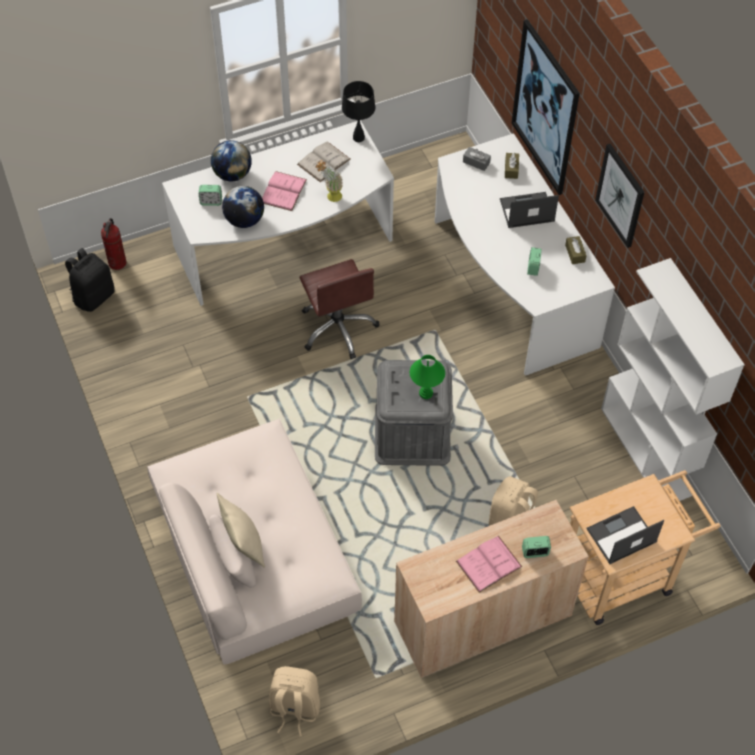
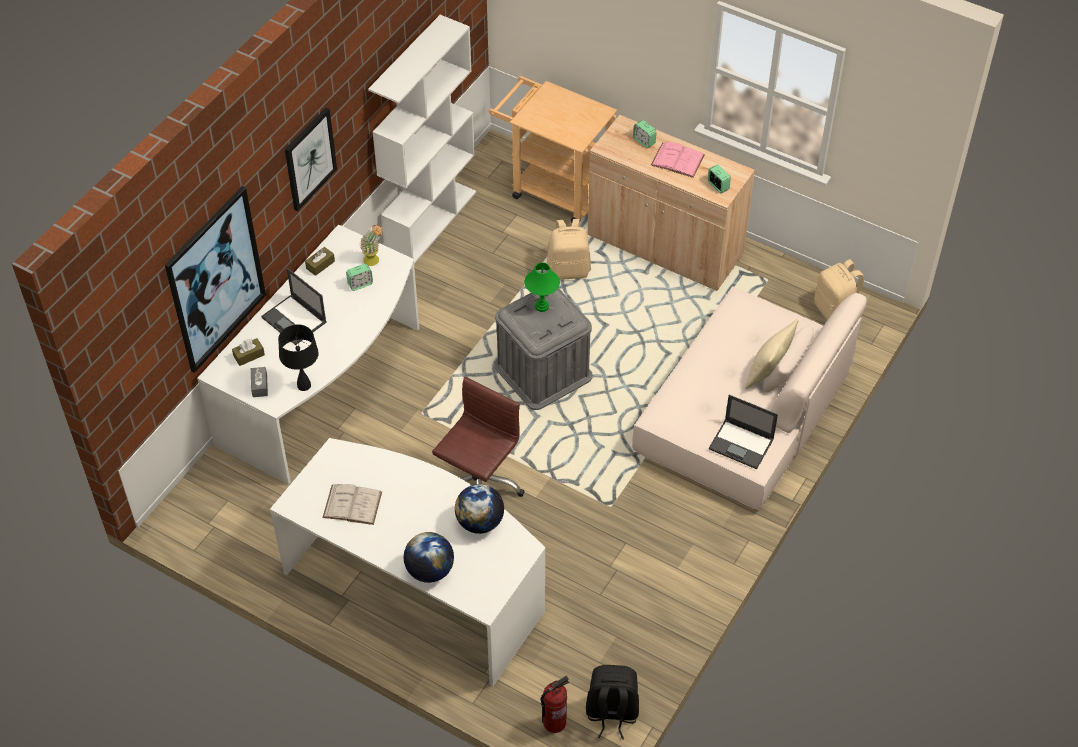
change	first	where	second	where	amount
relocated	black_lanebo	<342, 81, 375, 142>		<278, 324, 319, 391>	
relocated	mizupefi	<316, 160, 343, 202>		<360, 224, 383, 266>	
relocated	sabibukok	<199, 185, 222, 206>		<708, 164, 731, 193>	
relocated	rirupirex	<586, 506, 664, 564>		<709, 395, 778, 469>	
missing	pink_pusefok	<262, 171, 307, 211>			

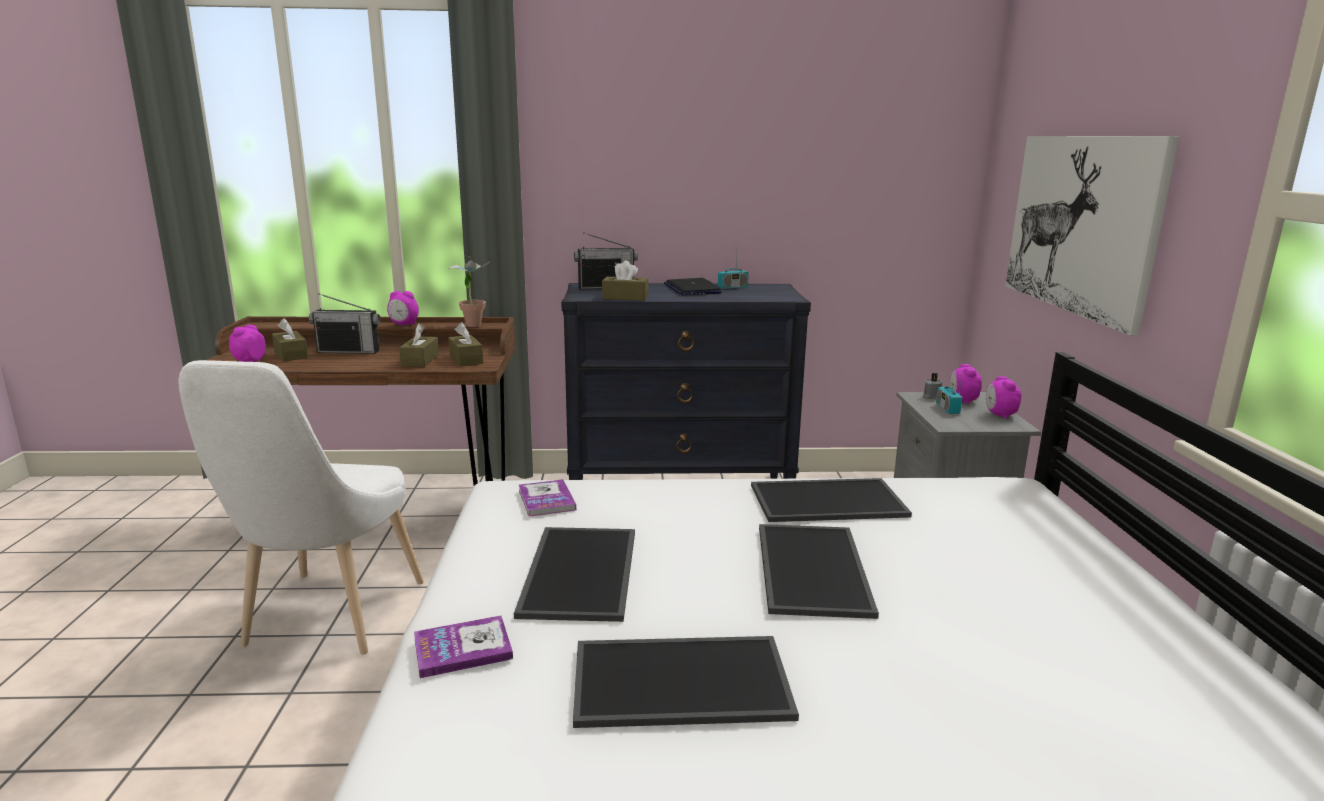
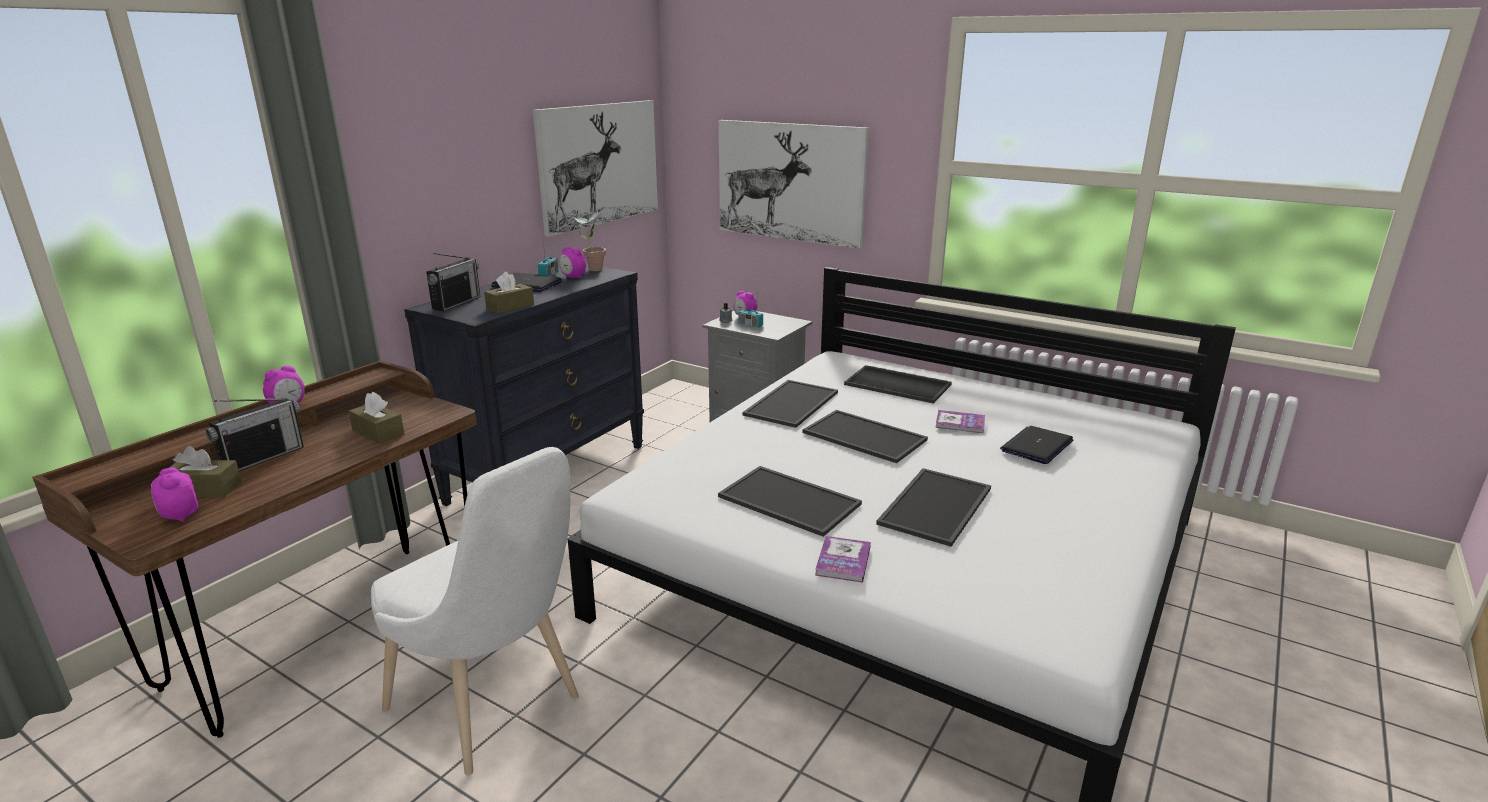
change	first	where	second	where	amount
appeared			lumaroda	<533, 100, 658, 237>	
relocated	sabibukok	<986, 376, 1021, 419>		<559, 247, 586, 278>	
relocated	mizupefi	<448, 256, 491, 327>		<568, 211, 606, 271>	
appeared			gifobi	<844, 365, 952, 404>	
relocated	pusefok	<519, 479, 576, 517>		<935, 410, 985, 433>	
appeared			rirupirex	<1000, 426, 1073, 464>	
missing	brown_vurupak	<448, 322, 483, 366>			

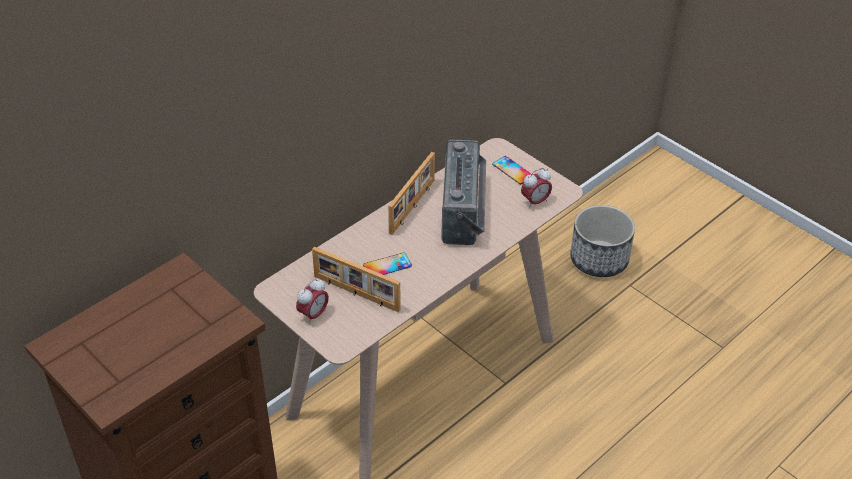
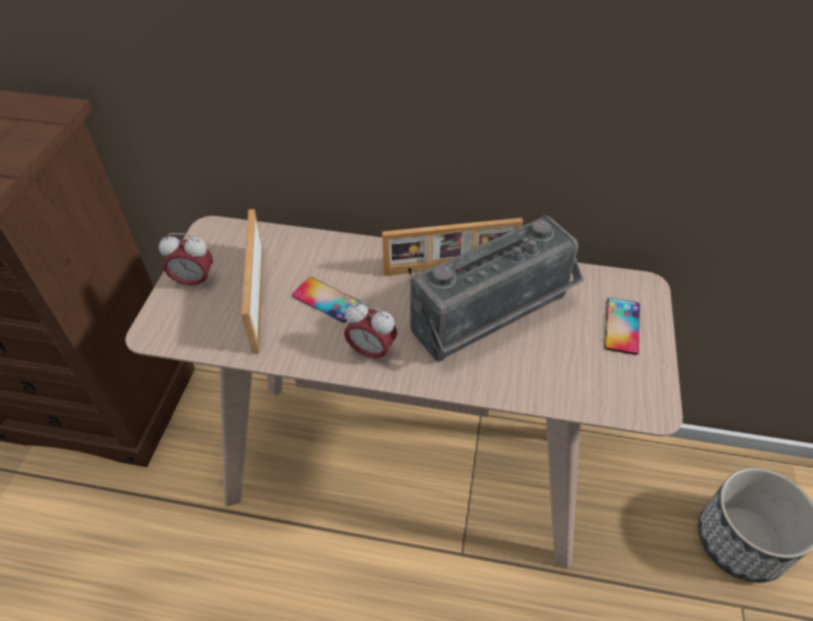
change	first	where	second	where	amount
relocated	sabibukok	<521, 168, 552, 209>		<344, 302, 397, 364>	

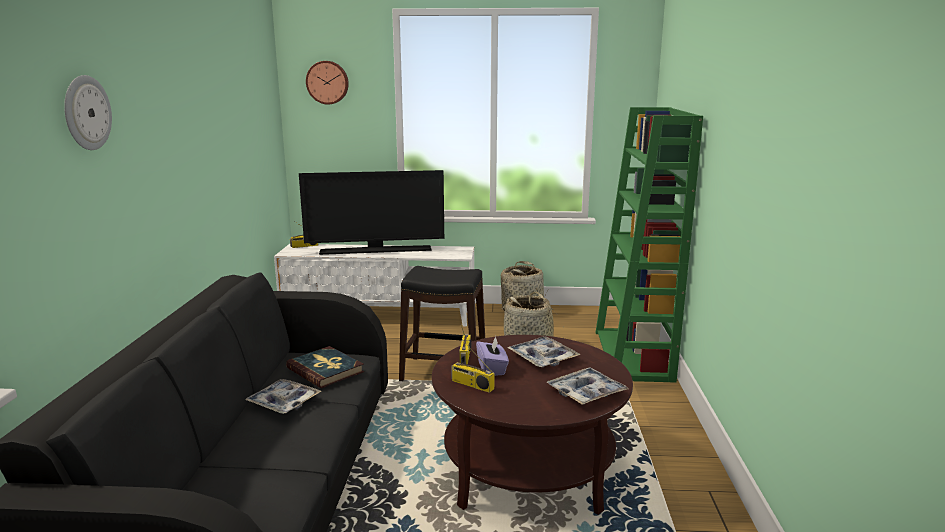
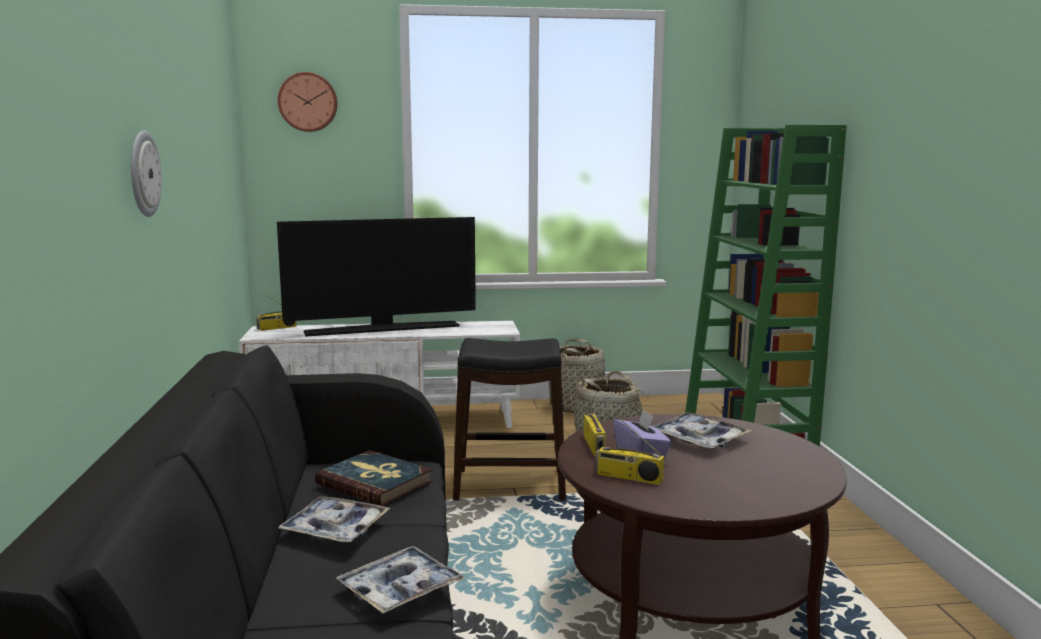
change	first	where	second	where	amount
relocated	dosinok	<64, 75, 112, 150>		<131, 131, 162, 217>	
relocated	gifobi	<546, 368, 629, 405>		<336, 546, 465, 613>	

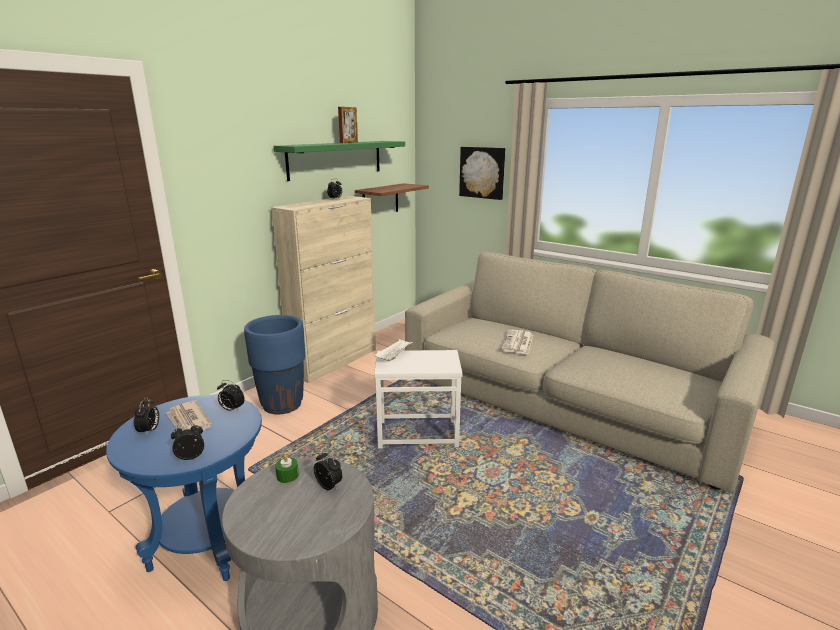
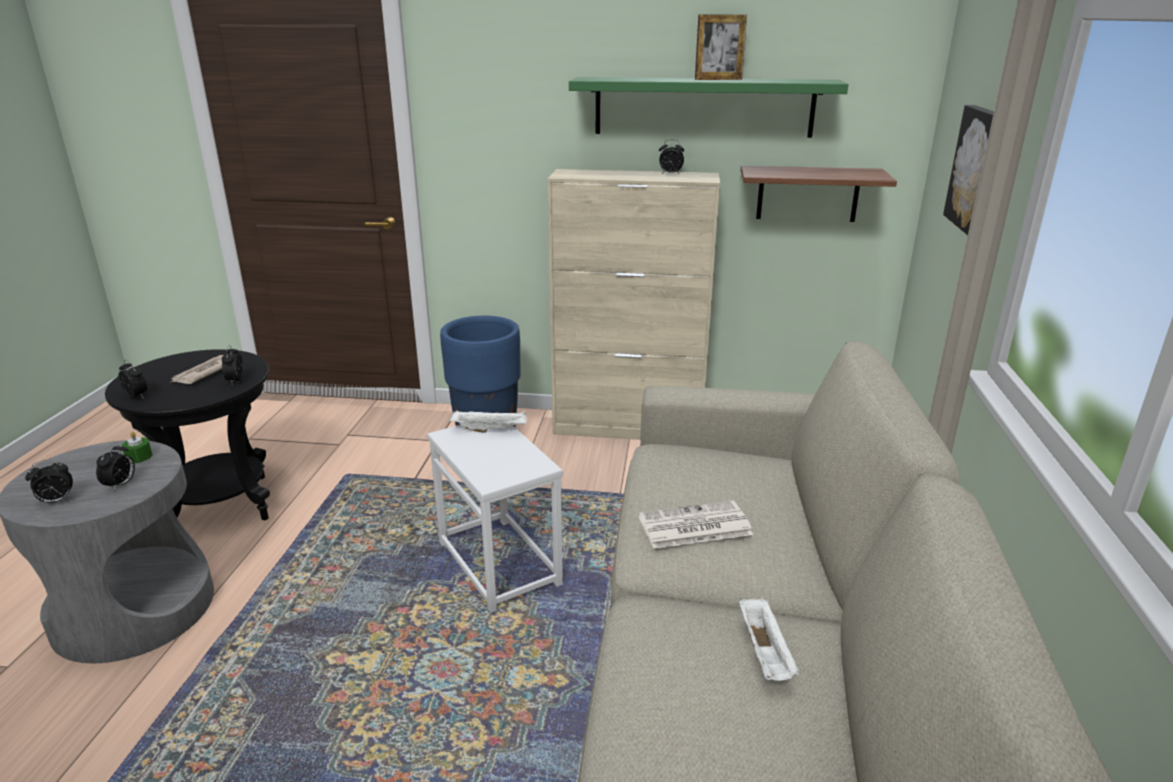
change	first	where	second	where	amount
relocated	sabibukok	<134, 397, 159, 436>		<25, 459, 73, 505>	
colour	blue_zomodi	<106, 395, 262, 581>	black_zomodi	<105, 349, 270, 520>	
appeared			white_gifobi	<739, 598, 799, 681>	

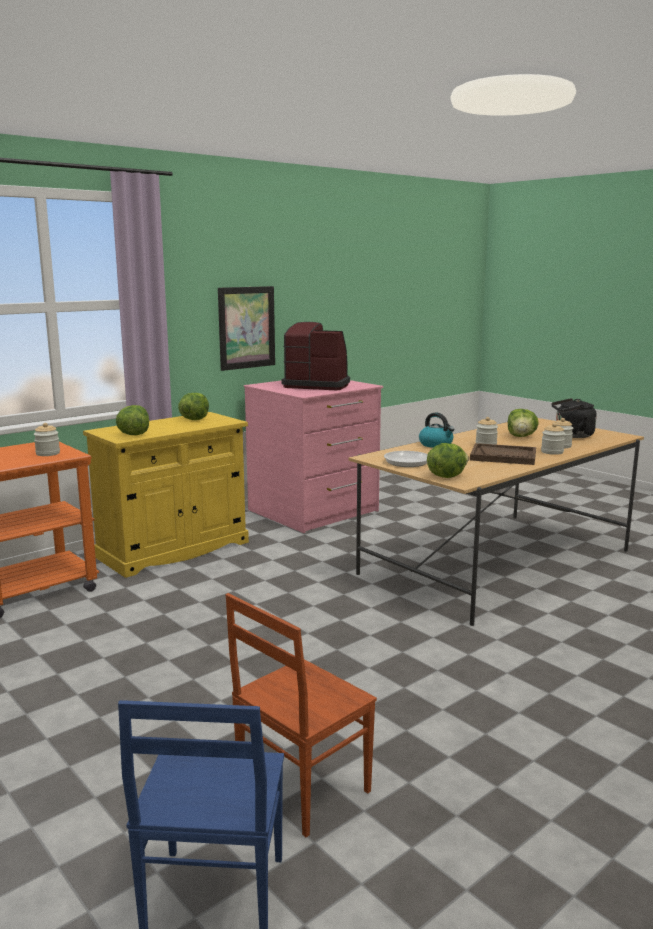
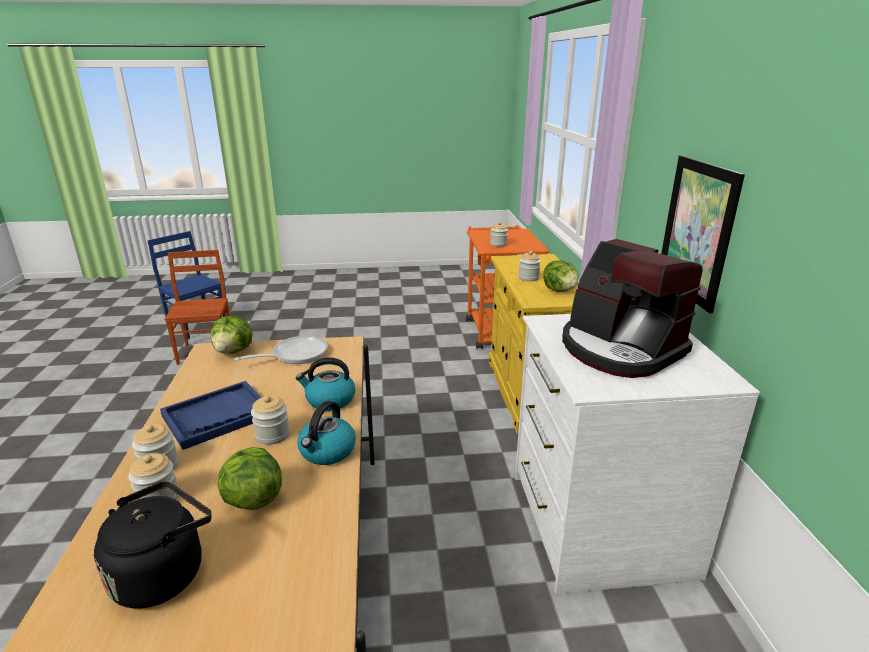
change	first	where	second	where	amount
colour	brown_gifobi	<470, 443, 536, 465>	blue_gifobi	<160, 381, 262, 450>	
appeared			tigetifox	<297, 401, 356, 465>	
colour	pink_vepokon	<244, 380, 383, 533>	white_vepokon	<515, 314, 760, 594>	
appeared			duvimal	<518, 251, 541, 282>	
spun	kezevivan	<282, 322, 350, 390>		<562, 239, 703, 378>	90 degrees clockwise
missing	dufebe	<116, 405, 149, 435>			

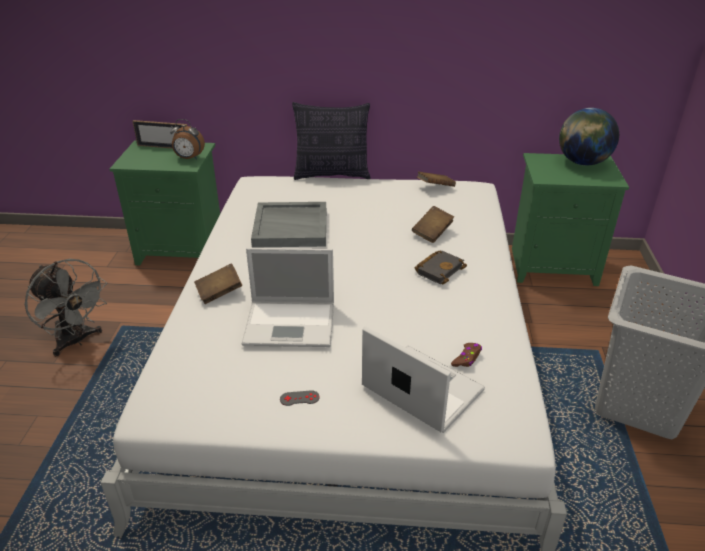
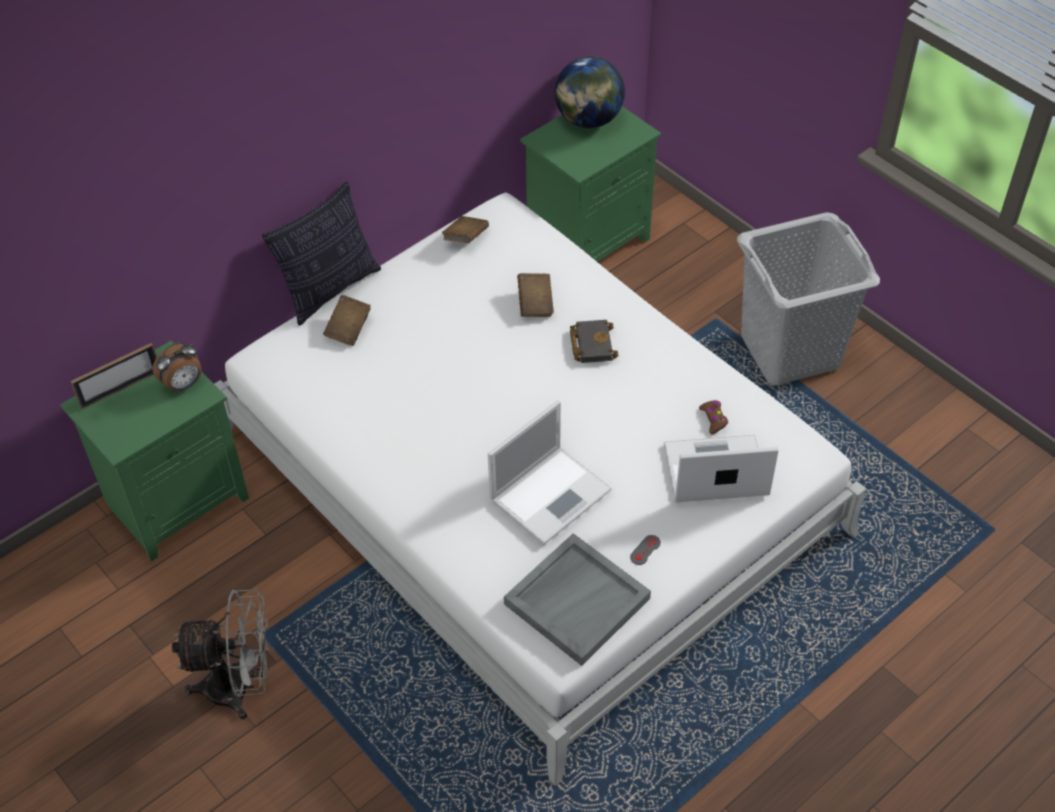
change	first	where	second	where	amount
relocated	brown_pusefok	<194, 263, 242, 304>		<323, 295, 371, 346>	
relocated	grey_gifobi	<251, 202, 326, 248>		<504, 533, 651, 666>	

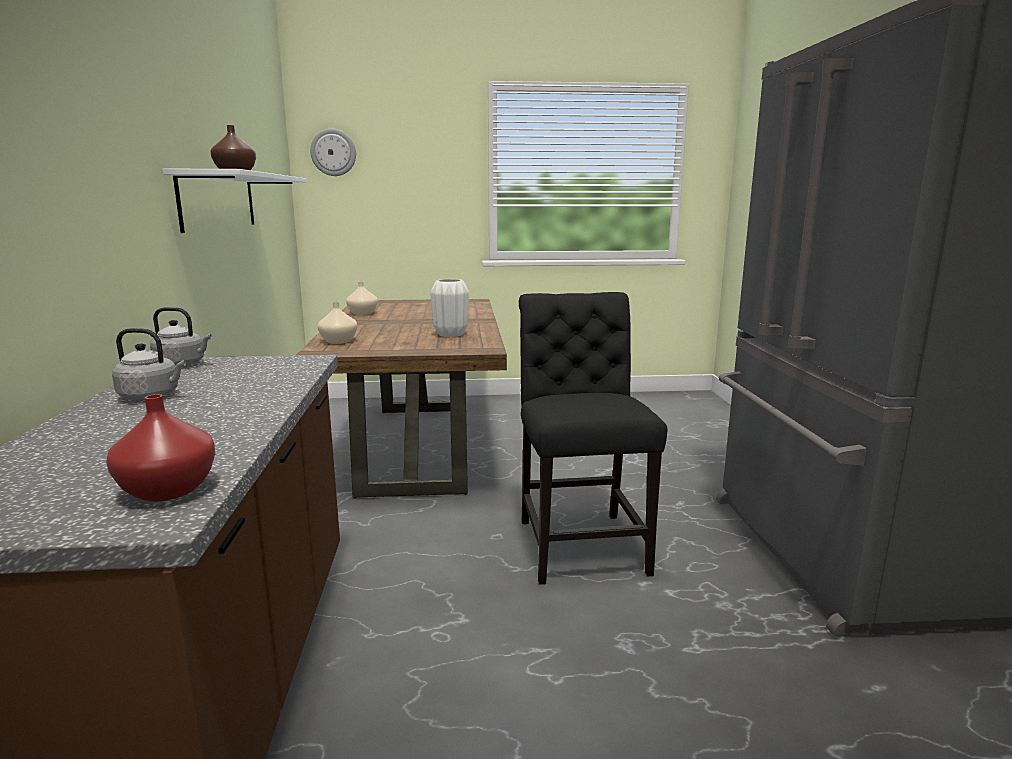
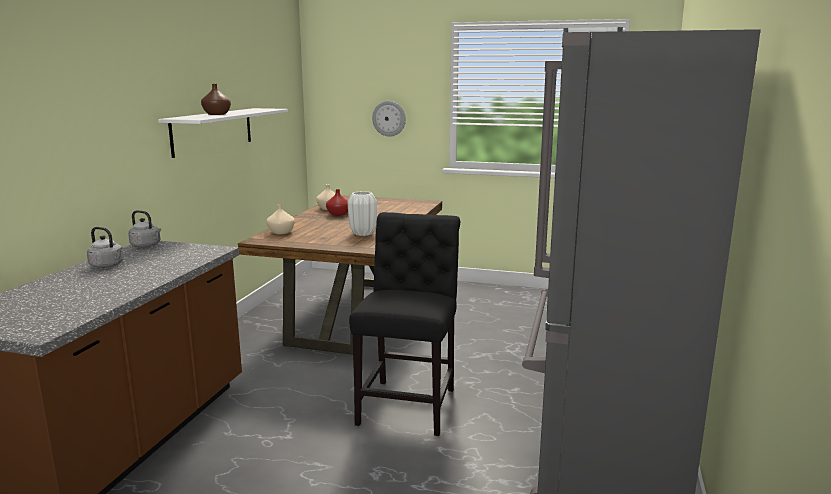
change	first	where	second	where	amount
relocated	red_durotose	<106, 394, 215, 502>		<326, 189, 348, 216>	
relocated	dosinok	<310, 128, 356, 176>		<372, 101, 406, 137>	

